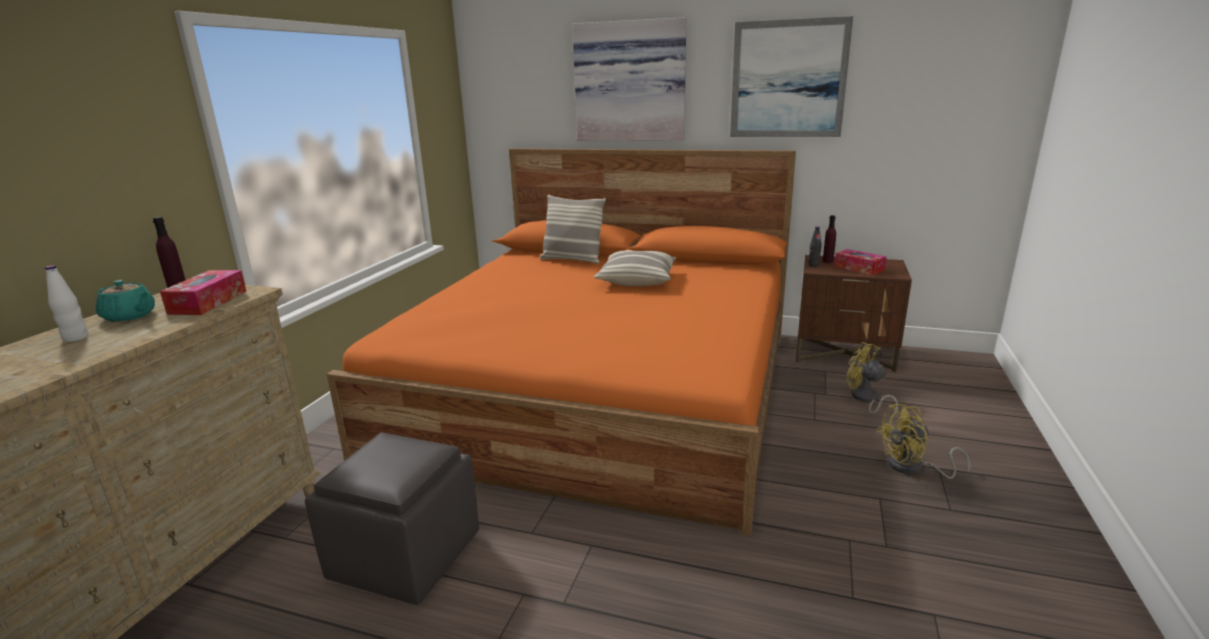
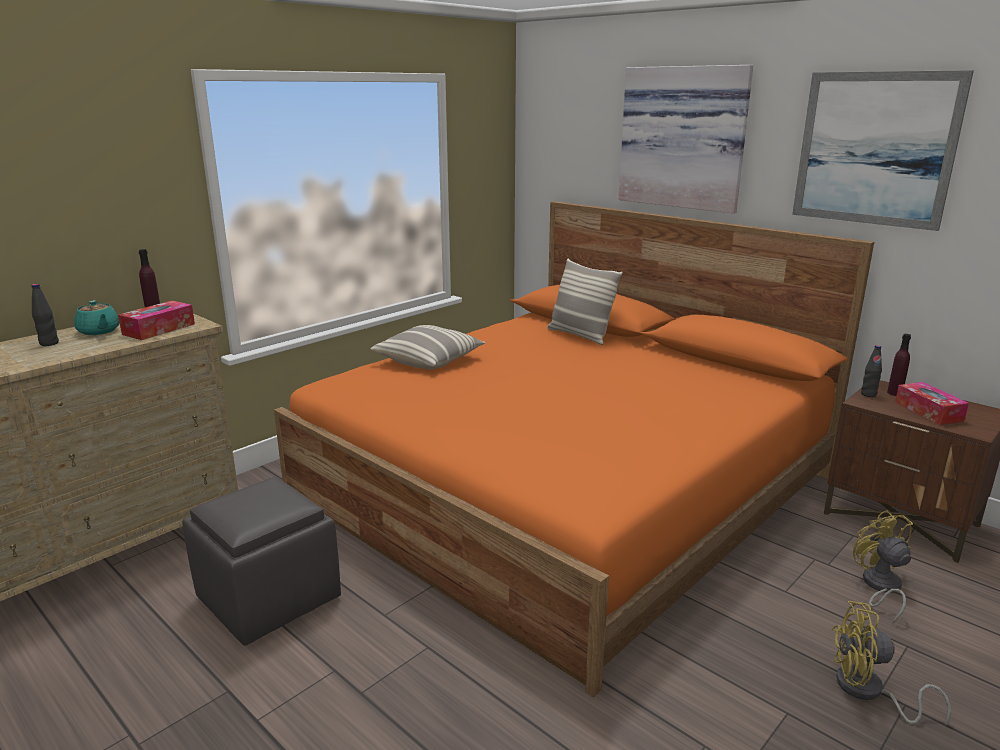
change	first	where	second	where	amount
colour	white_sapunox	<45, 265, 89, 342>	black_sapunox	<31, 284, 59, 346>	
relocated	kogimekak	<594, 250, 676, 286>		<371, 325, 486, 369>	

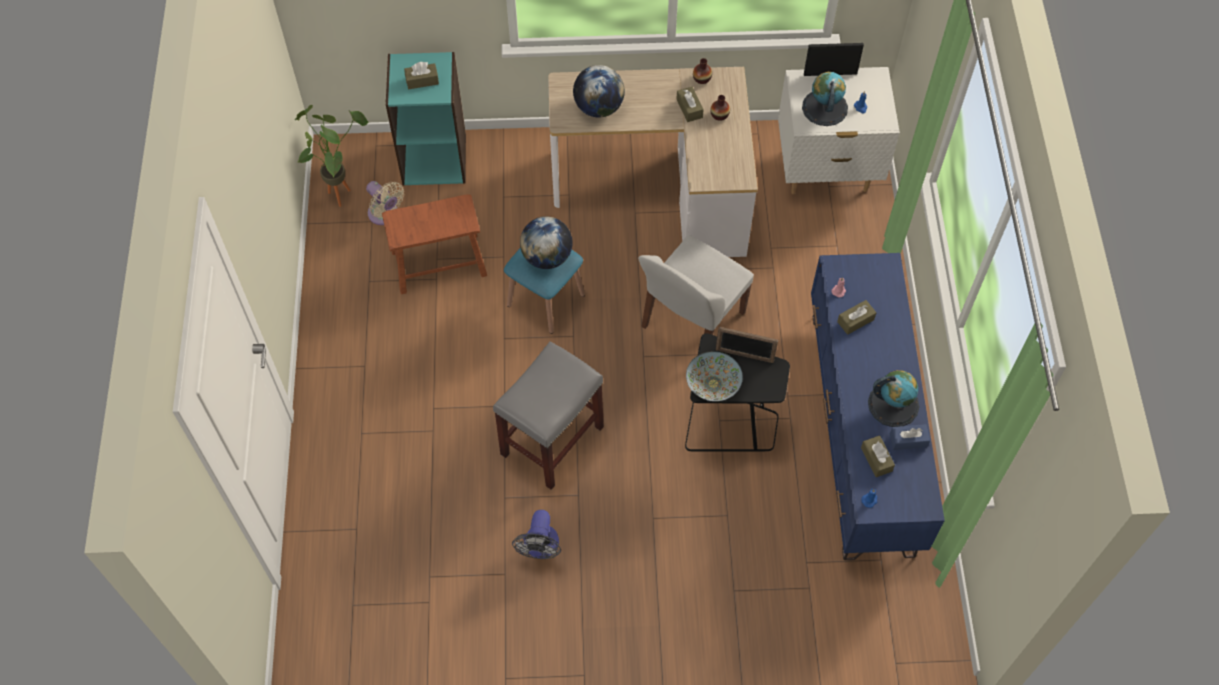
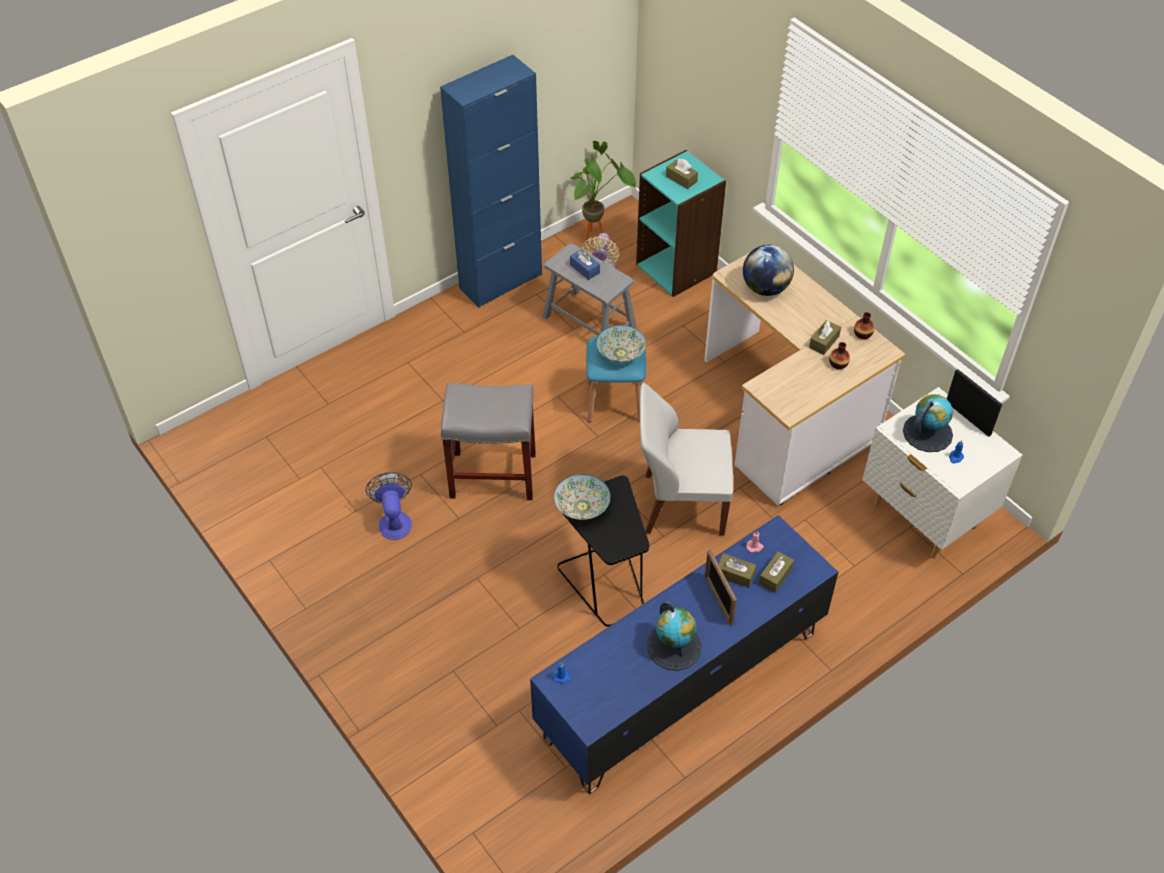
change	first	where	second	where	amount
spun	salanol	<512, 510, 561, 559>		<365, 472, 412, 540>	105 degrees clockwise
appeared			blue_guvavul	<440, 55, 542, 308>	
colour	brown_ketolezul	<382, 195, 487, 294>	grey_ketolezul	<542, 244, 637, 336>	
relocated	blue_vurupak	<890, 424, 930, 450>		<570, 249, 600, 280>	
exchanged	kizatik	<520, 216, 573, 269>	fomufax	<596, 325, 646, 363>	
relocated	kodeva	<716, 327, 778, 363>		<704, 549, 737, 626>	
relocated	brown_vurupak	<861, 435, 895, 477>		<759, 551, 794, 593>	

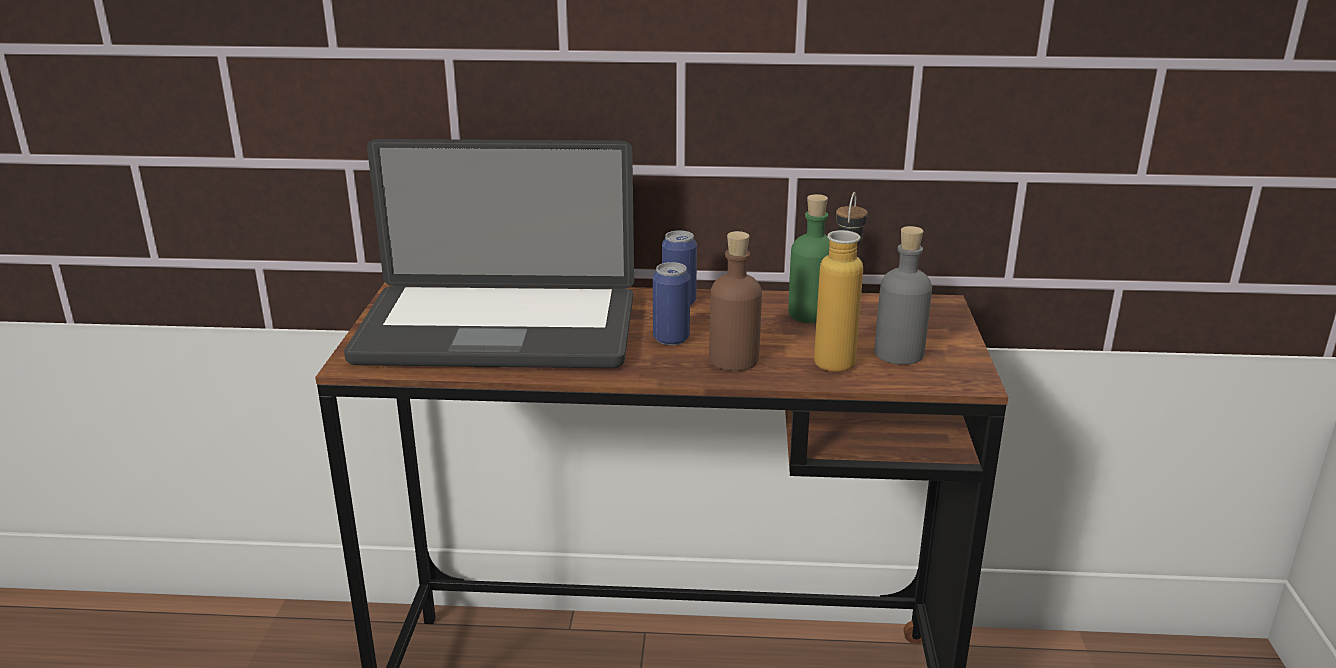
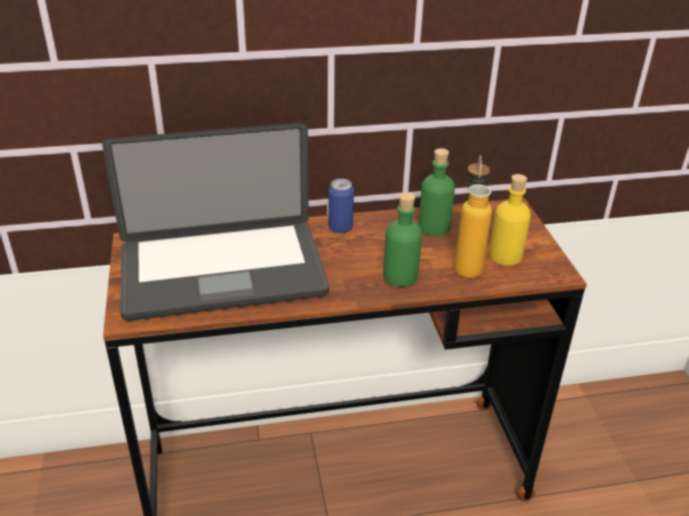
change	first	where	second	where	amount
colour	brown_sapunox	<709, 231, 762, 371>	green_sapunox	<383, 192, 422, 287>	
colour	grey_sapunox	<874, 226, 932, 365>	yellow_sapunox	<489, 174, 531, 265>	
missing	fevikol	<653, 262, 690, 345>			

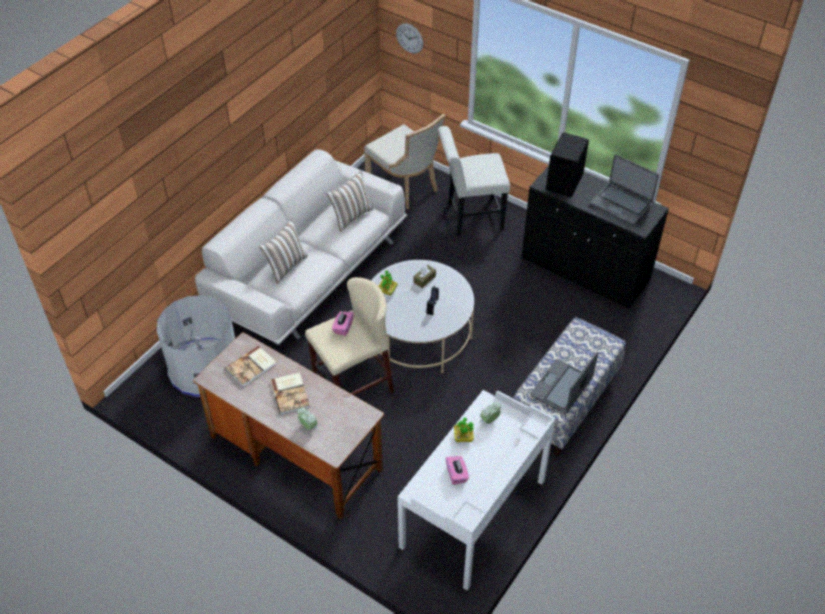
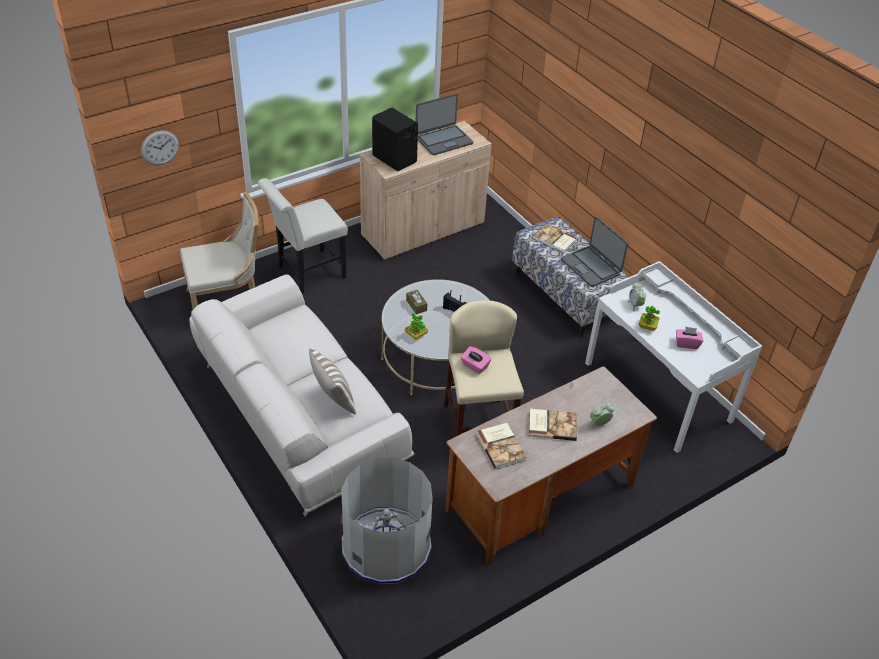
change	first	where	second	where	amount
spun	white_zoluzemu	<438, 126, 510, 236>		<257, 178, 348, 294>	45 degrees clockwise
colour	black_guvavul	<521, 166, 669, 309>	beige_guvavul	<360, 121, 492, 260>	
appeared			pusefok	<533, 224, 577, 253>	
missing	kogimekak	<326, 171, 373, 232>			

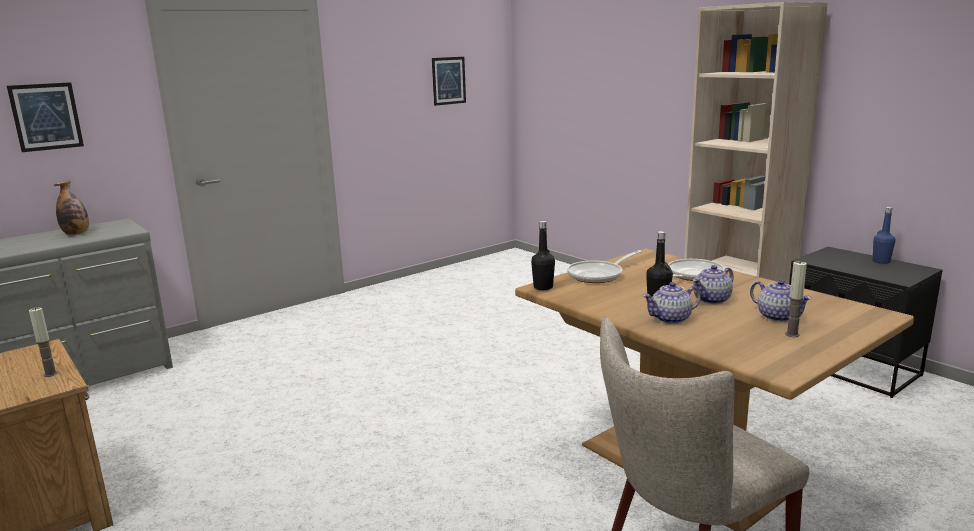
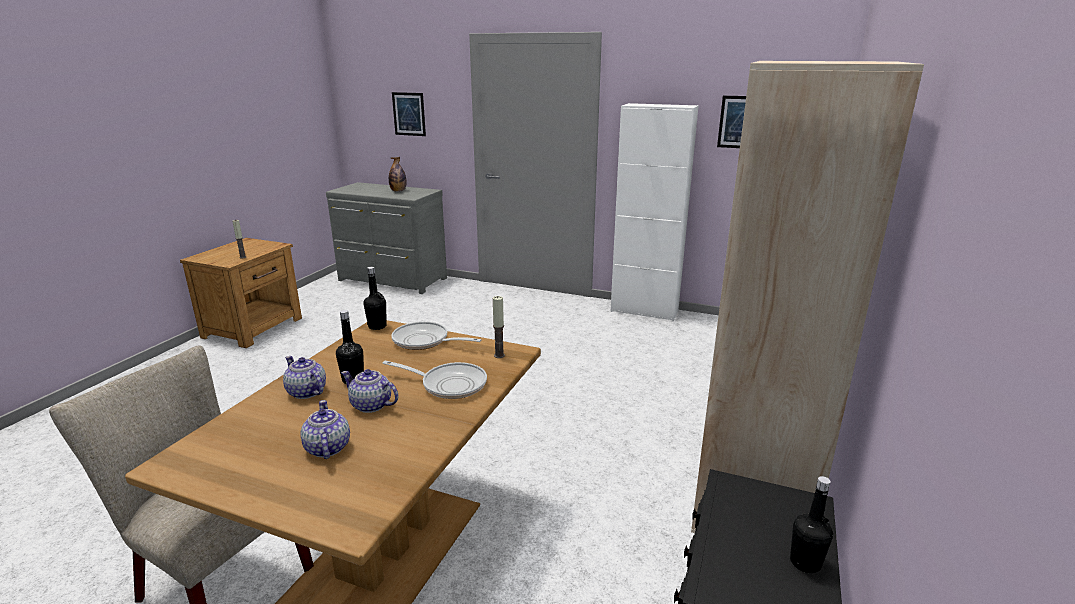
change	first	where	second	where	amount
spun	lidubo	<750, 280, 812, 322>		<300, 400, 350, 459>	135 degrees clockwise
relocated	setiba	<785, 261, 807, 337>		<493, 296, 505, 358>	
appeared			white_guvavul	<610, 103, 699, 321>	
colour	blue_sapunox	<873, 207, 896, 264>	black_sapunox	<790, 476, 833, 573>	

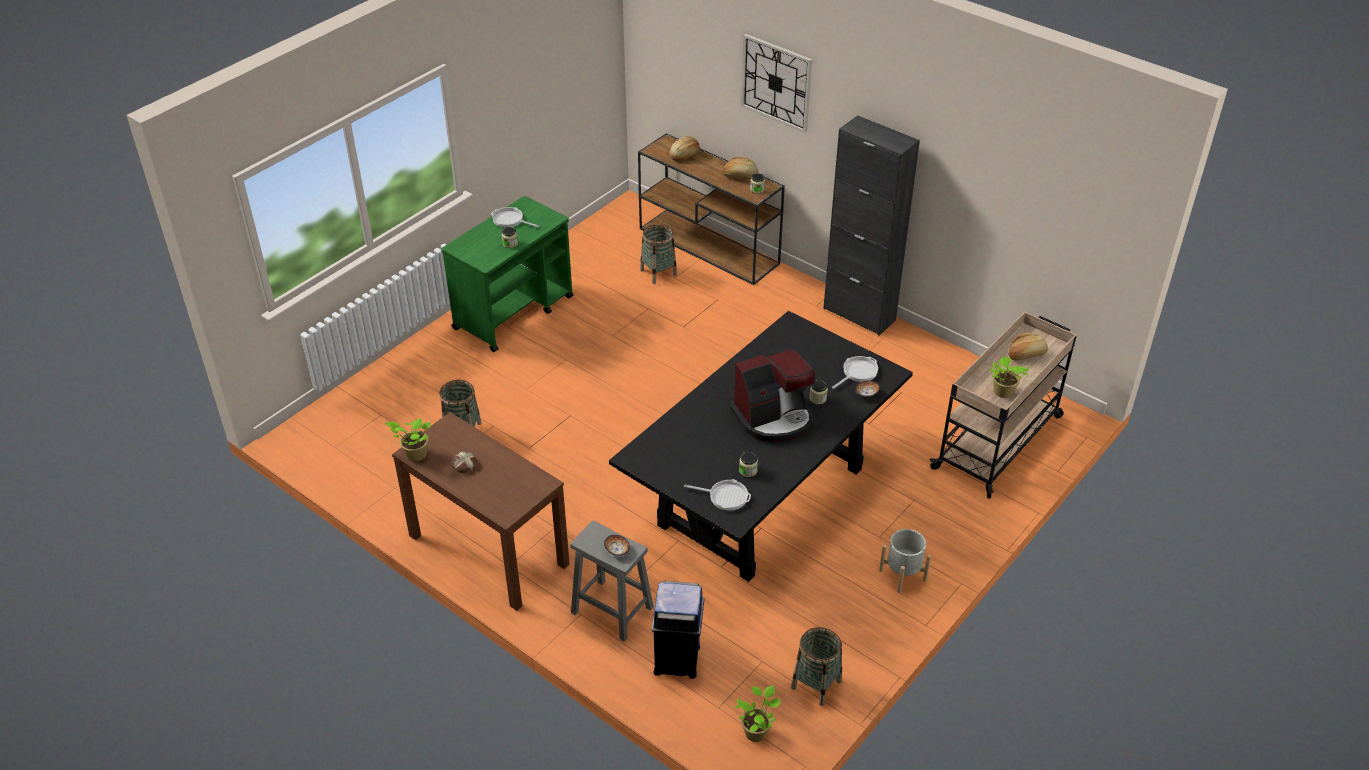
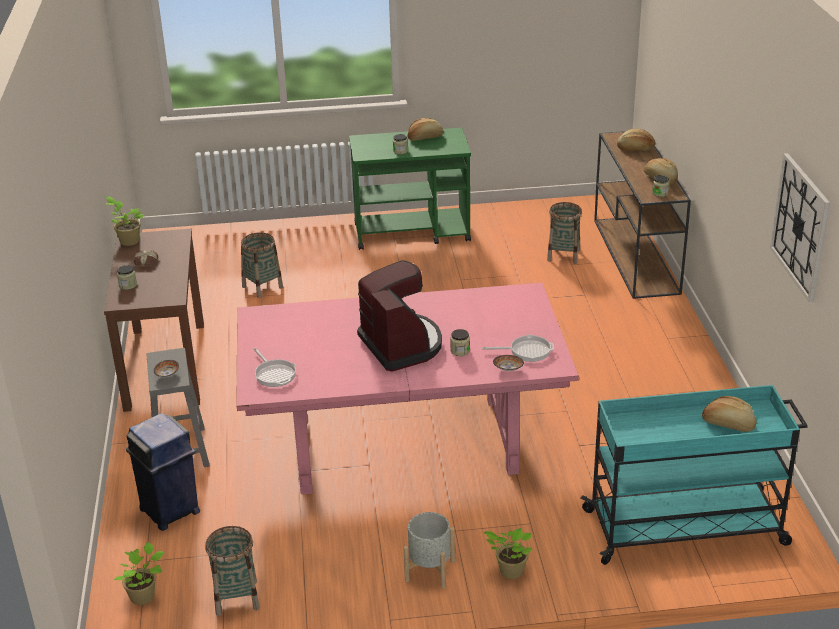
change	first	where	second	where	amount
relocated	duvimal	<739, 452, 758, 477>		<117, 265, 137, 290>	
colour	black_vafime	<609, 311, 913, 582>	pink_vafime	<236, 283, 579, 495>	
spun	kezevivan	<730, 349, 815, 442>		<357, 260, 442, 372>	135 degrees counterclockwise
exchanged	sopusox	<491, 207, 540, 228>	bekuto	<407, 118, 443, 141>	
relocated	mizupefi	<990, 356, 1029, 398>		<484, 528, 532, 579>	
colour	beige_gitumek	<929, 312, 1077, 498>	turquoise_gitumek	<581, 385, 808, 565>	
relocated	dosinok	<741, 34, 812, 133>		<770, 153, 830, 302>	
missing	black_guvavul	<823, 115, 920, 335>			

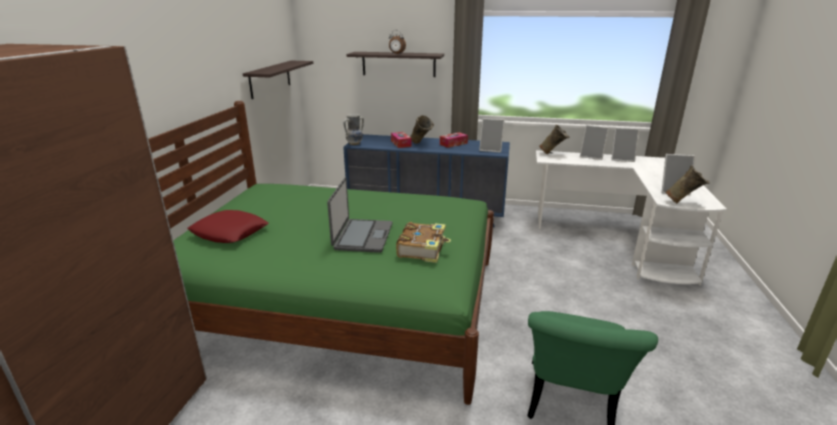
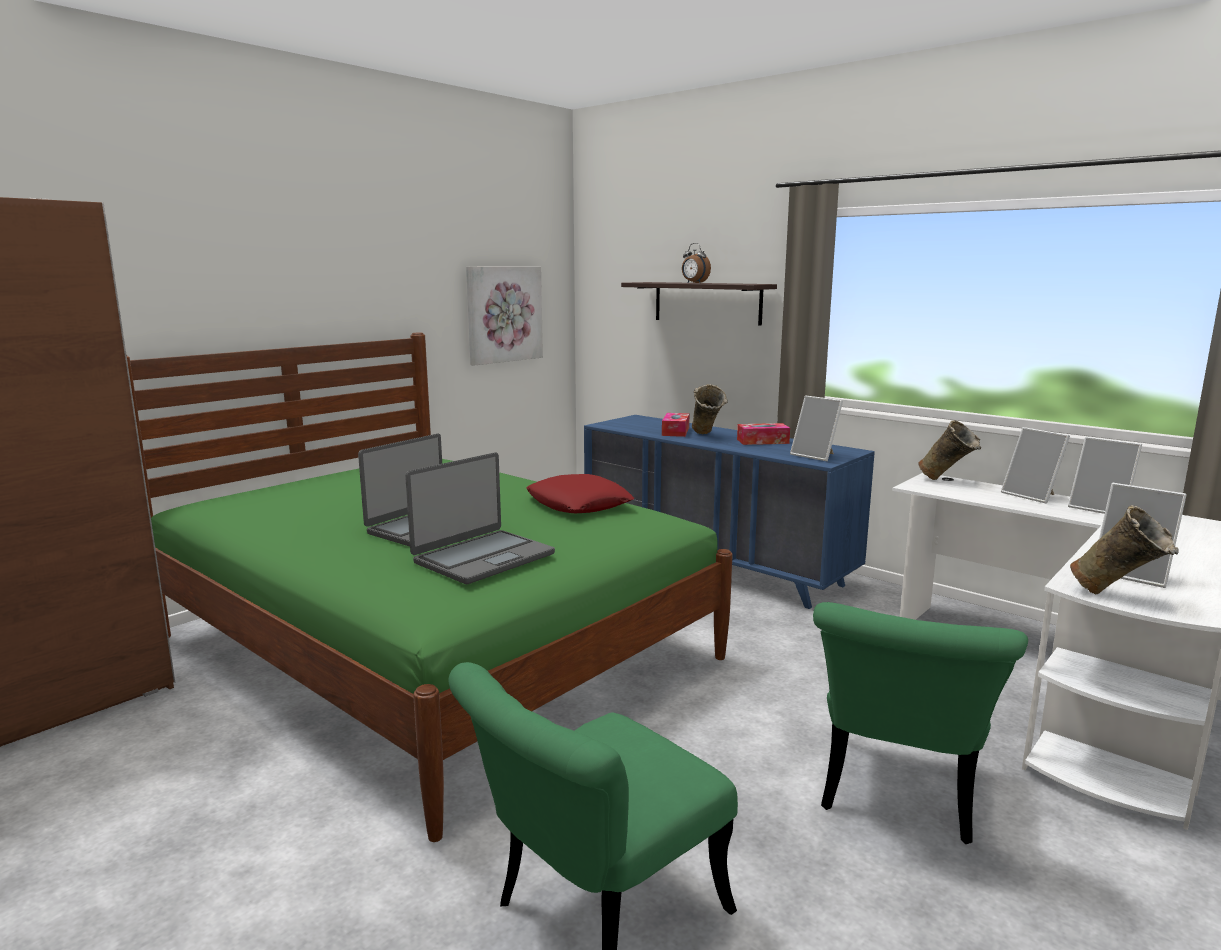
change	first	where	second	where	amount
exchanged	pusefok	<396, 222, 451, 263>	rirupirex	<405, 452, 555, 584>	
exchanged	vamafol	<243, 61, 313, 99>	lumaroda	<466, 267, 543, 366>	
relocated	red_kogimekak	<187, 210, 269, 243>		<526, 474, 634, 513>	
appeared			green_zoluzemu	<813, 602, 1028, 844>	
missing	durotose	<343, 114, 364, 145>			

